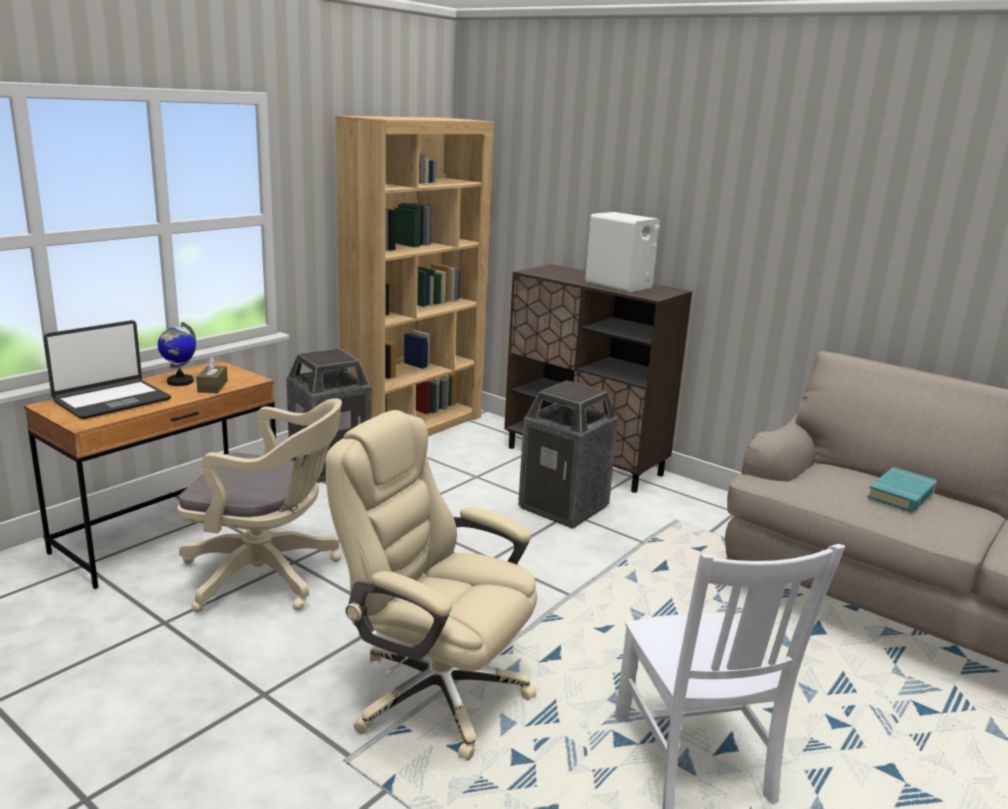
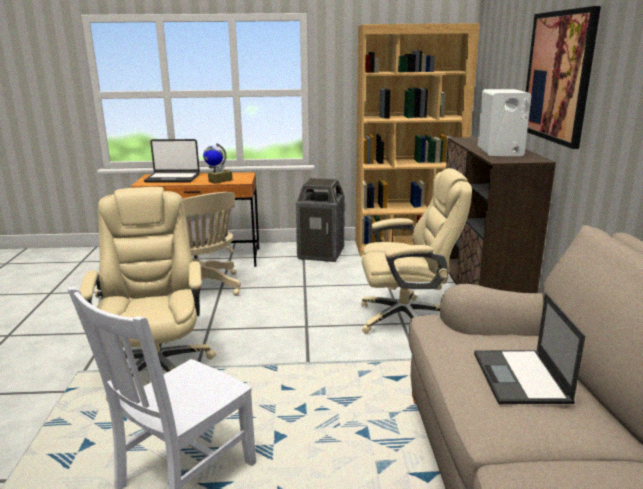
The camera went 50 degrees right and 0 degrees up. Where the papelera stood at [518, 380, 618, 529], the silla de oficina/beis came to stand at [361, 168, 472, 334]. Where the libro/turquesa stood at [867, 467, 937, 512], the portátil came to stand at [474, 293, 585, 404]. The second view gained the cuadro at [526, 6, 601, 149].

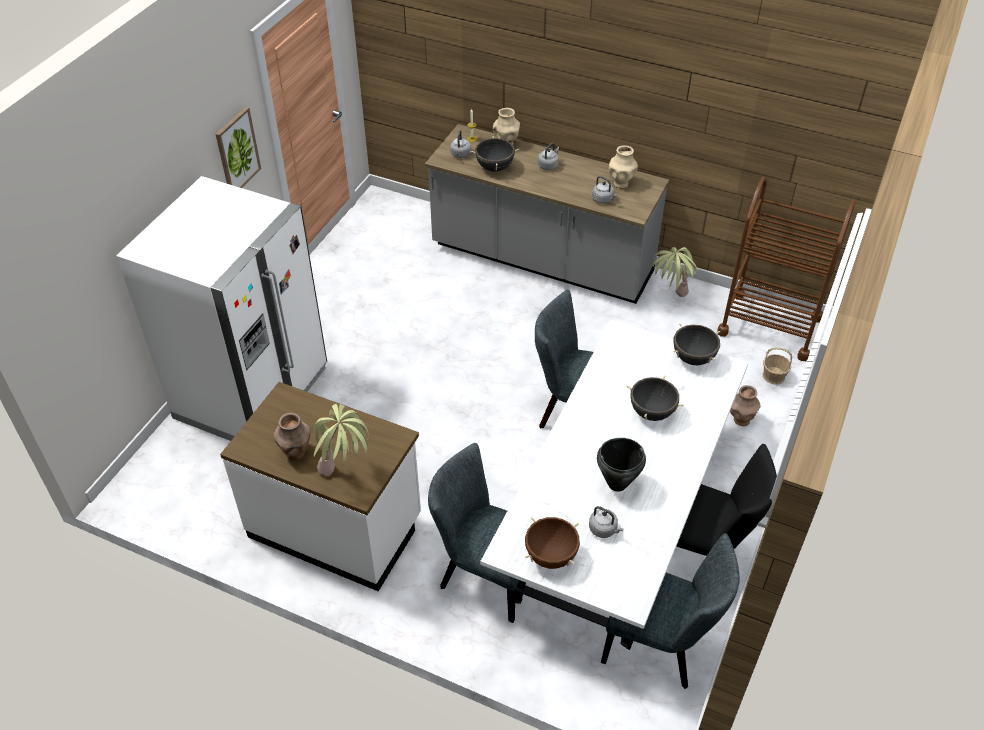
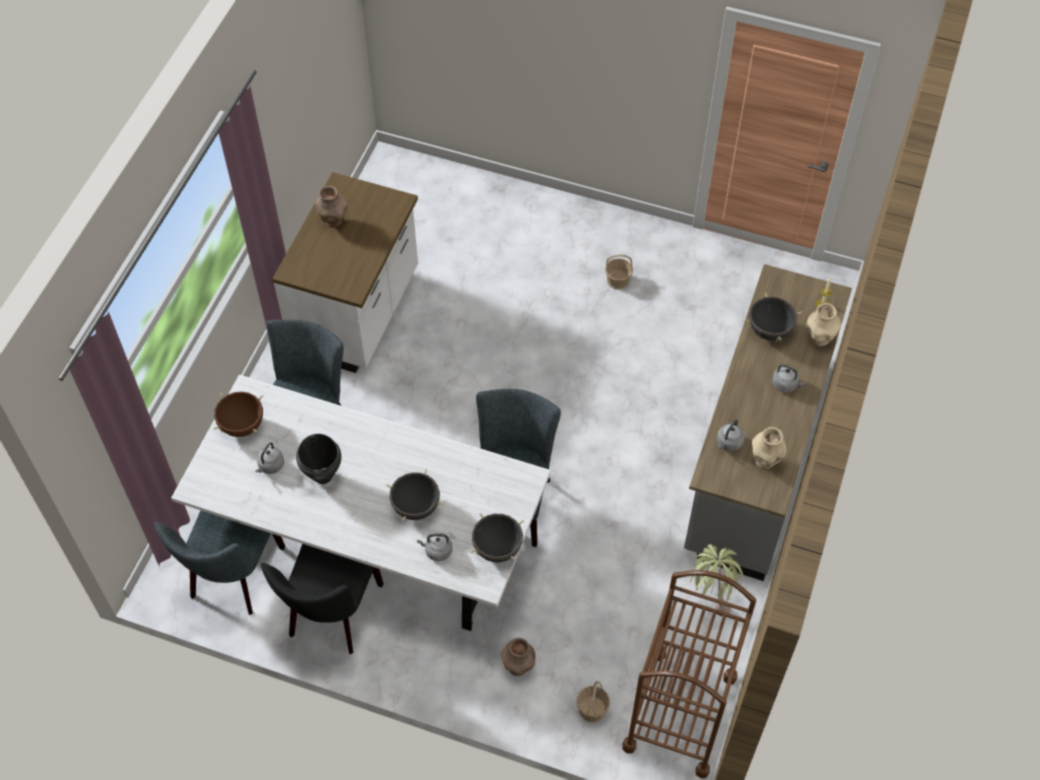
The camera went 85 degrees right and 10 degrees up. The second view lost the cuadro at [216, 107, 261, 188]. The hervidor/gris ended up elsewhere, having gone from [450, 130, 471, 158] to [417, 533, 452, 561]. The second view lost the nevera/blanco at [116, 176, 327, 441]. The second view lost the planta en maceta at [314, 404, 368, 476]. The second view gained the cesta at [605, 254, 633, 289].

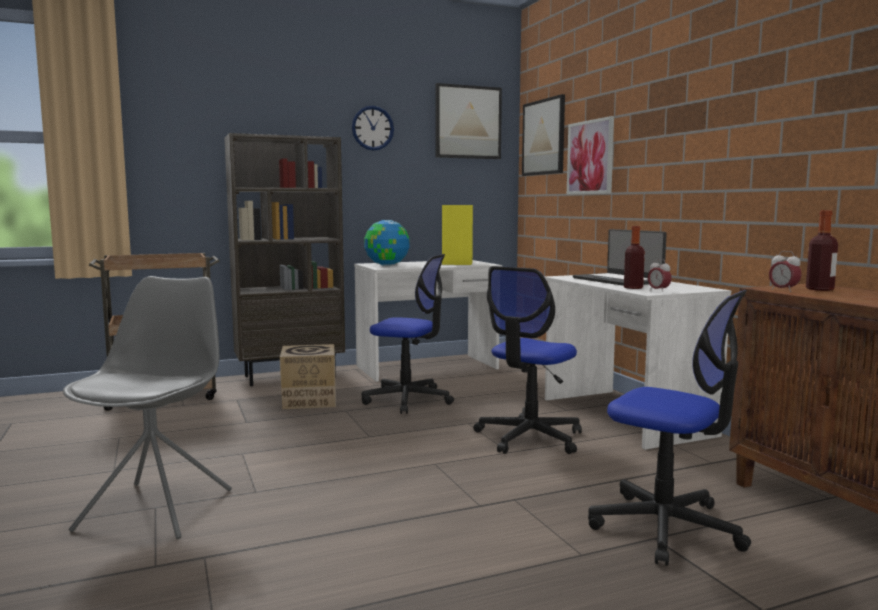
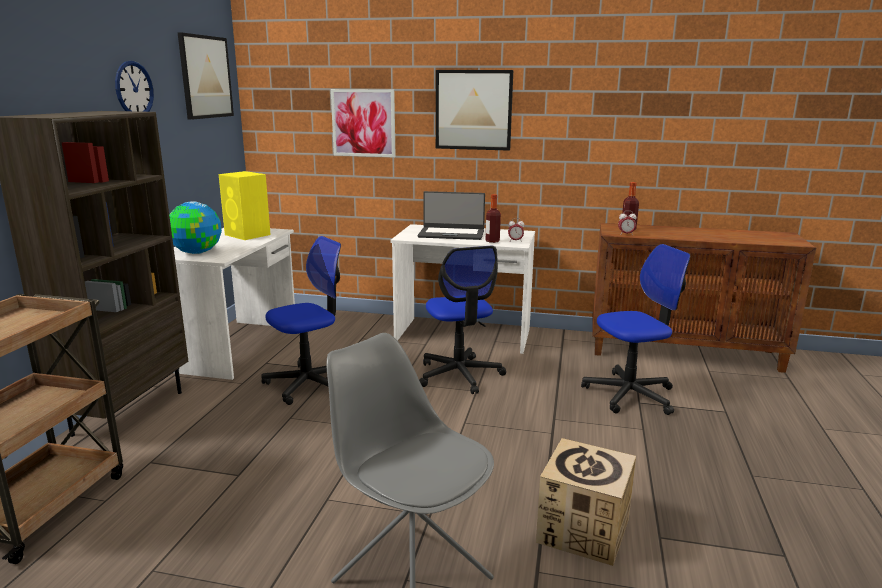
The camera went 55 degrees left and 10 degrees up. The cuadro ended up elsewhere, having gone from [522, 94, 565, 176] to [436, 70, 513, 151]. The caja de cartón ended up elsewhere, having gone from [280, 344, 336, 409] to [536, 438, 636, 566].

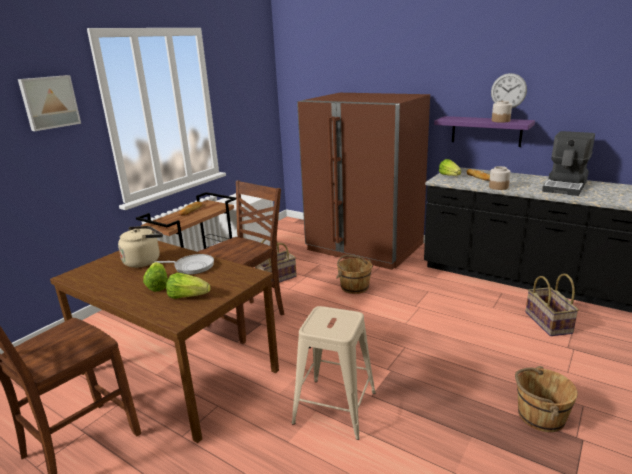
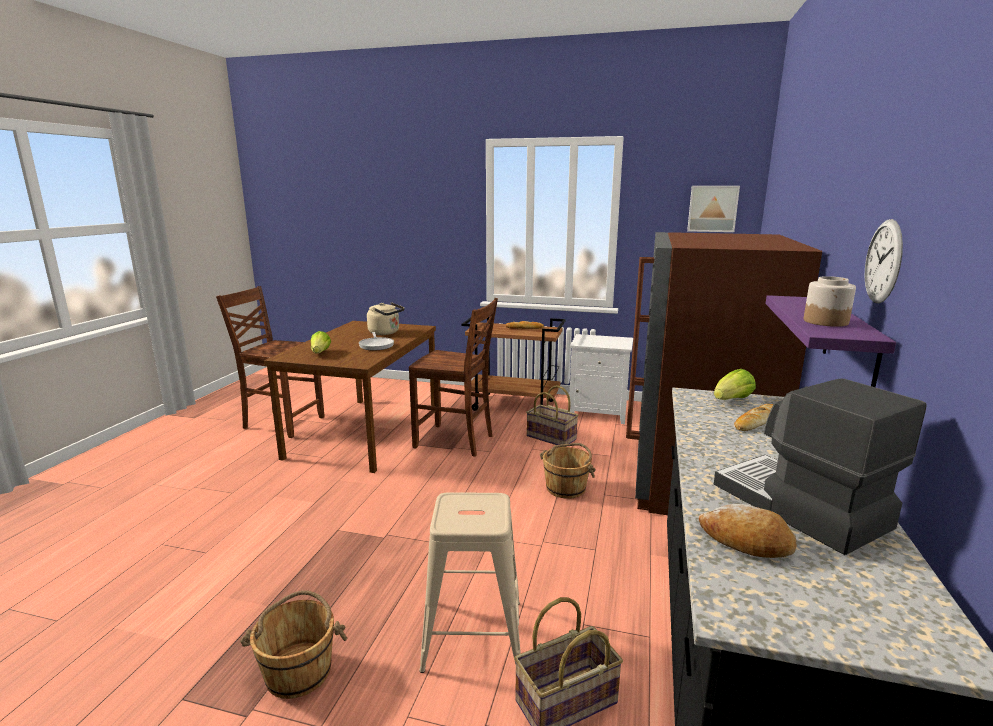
The camera went 70 degrees right and 5 degrees down. The cuadro ended up elsewhere, having gone from [18, 75, 81, 131] to [687, 186, 740, 232]. The cafetera at [542, 131, 595, 196] ended up facing another way, 45 degrees clockwise from before. The second view lost the tarro at [489, 166, 511, 190]. The second view lost the lechuga at [143, 262, 168, 292]. The taburete/beis ended up elsewhere, having gone from [292, 306, 376, 440] to [419, 492, 521, 673]. The second view gained the pan at [699, 504, 797, 558].

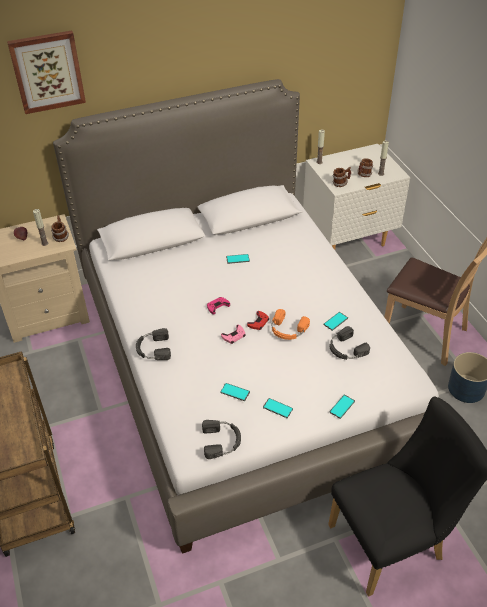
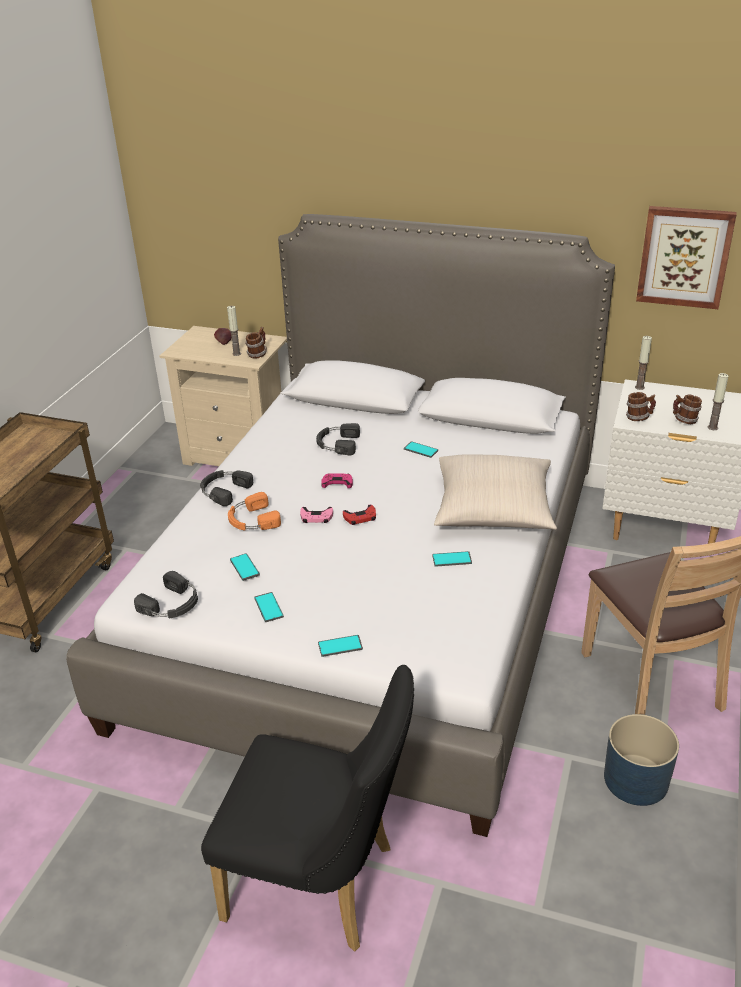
The camera went 40 degrees right and 10 degrees down. The cuadro ended up elsewhere, having gone from [7, 31, 86, 114] to [636, 206, 737, 309]. The auriculares/naranja ended up elsewhere, having gone from [272, 309, 310, 340] to [228, 492, 281, 531]. The auriculares/negro ended up elsewhere, having gone from [329, 326, 370, 360] to [316, 423, 360, 455]. The second view gained the cojín/beis at [434, 454, 557, 530].

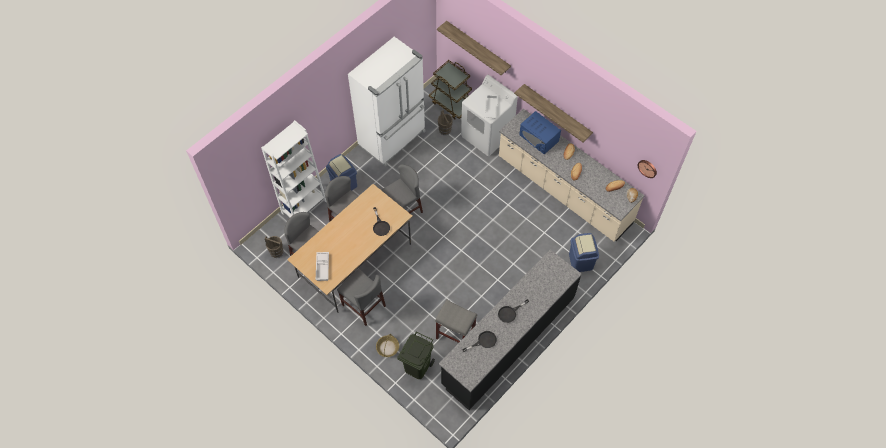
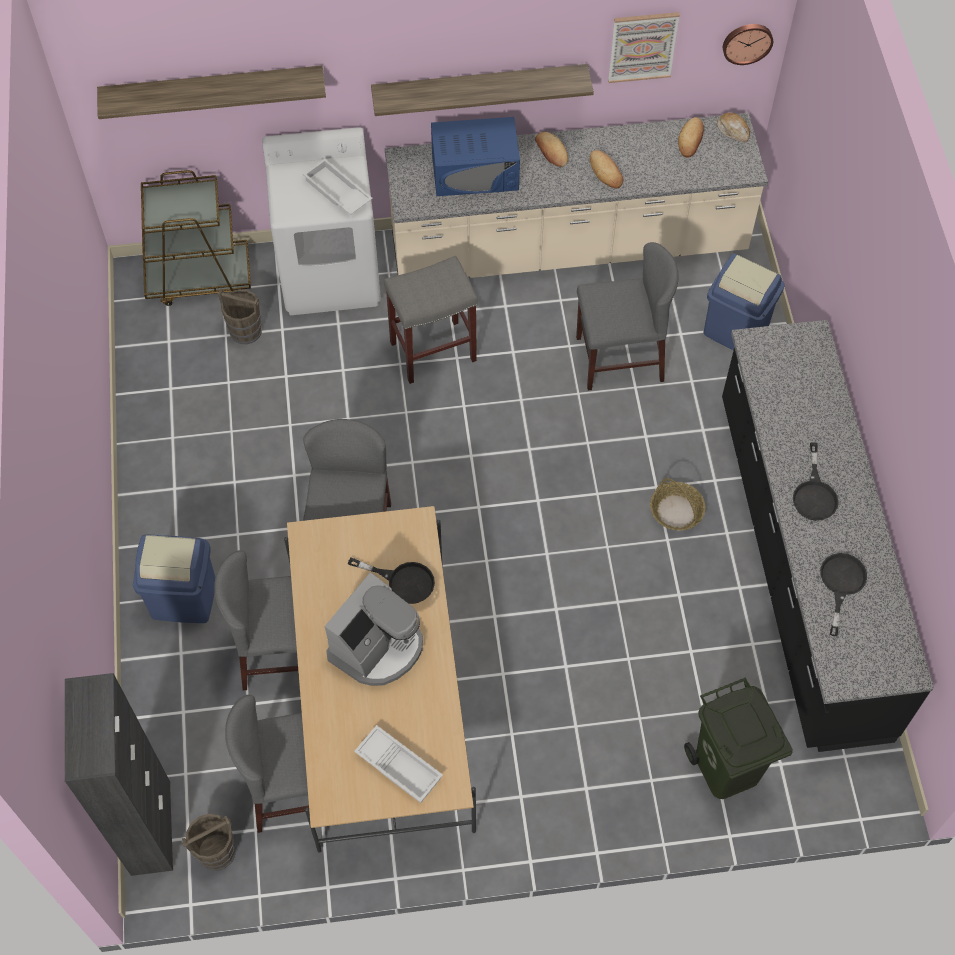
The camera went 50 degrees left and 0 degrees up. The second view lost the nevera/blanco at [348, 37, 426, 167]. The second view lost the estantería/blanco at [261, 120, 327, 217]. The silla/gris ended up elsewhere, having gone from [337, 269, 386, 326] to [576, 242, 678, 391]. The taburete/gris ended up elsewhere, having gone from [435, 300, 477, 343] to [384, 256, 478, 384]. The cesta ended up elsewhere, having gone from [376, 334, 399, 357] to [650, 478, 706, 531]. The second view gained the cuadro at [608, 12, 680, 83]. The second view gained the cafetera at [324, 572, 423, 686]. The second view gained the armario/negro at [65, 673, 173, 876].

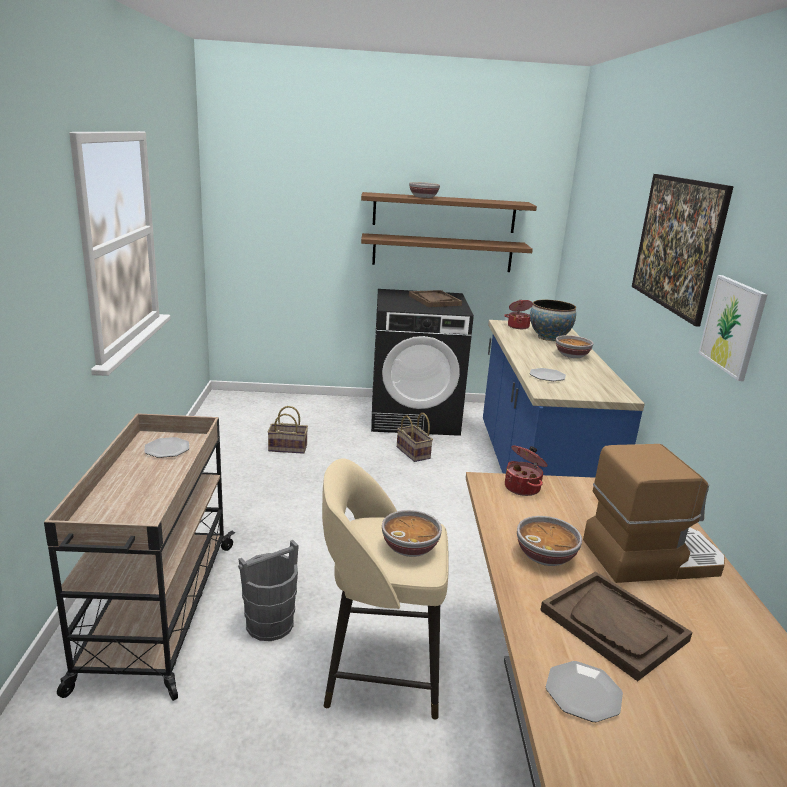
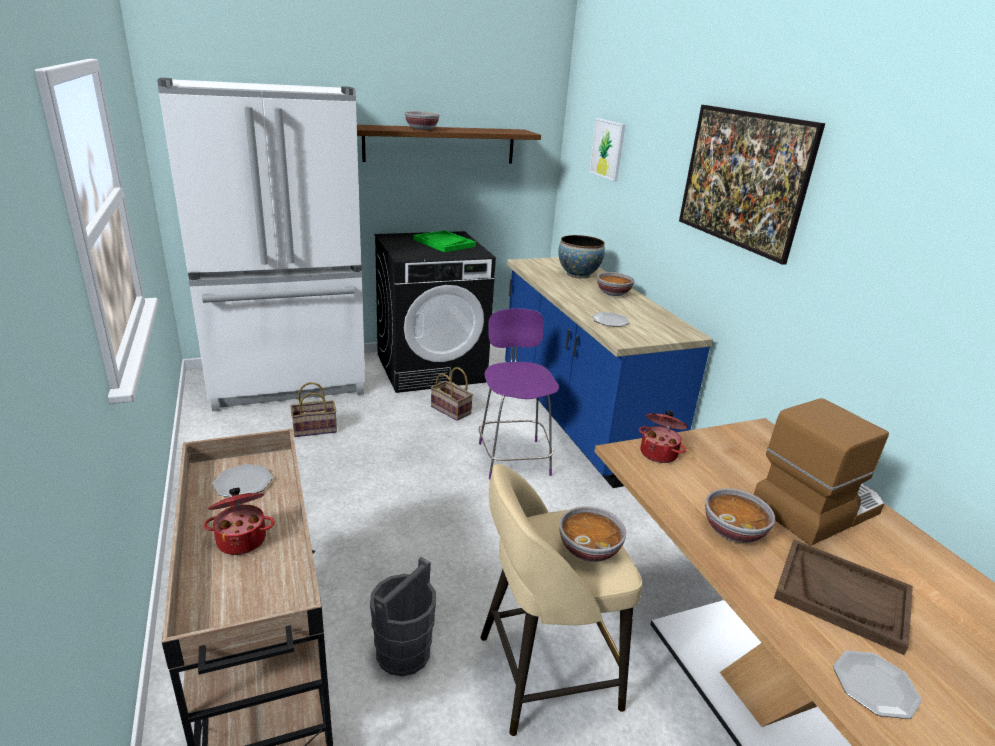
The camera went 20 degrees left and 5 degrees up. The second view lost the estante/marrón at [361, 233, 533, 272]. The cuadro ended up elsewhere, having gone from [699, 275, 768, 381] to [589, 118, 626, 181]. What was the bandeja/marrón at [409, 290, 462, 307] turned into the bandeja/verde at [414, 230, 476, 252]. The olla ended up elsewhere, having gone from [504, 300, 533, 329] to [204, 488, 275, 555]. The second view gained the nevera/blanco at [157, 78, 365, 411]. The second view gained the silla/morado at [479, 308, 559, 479].

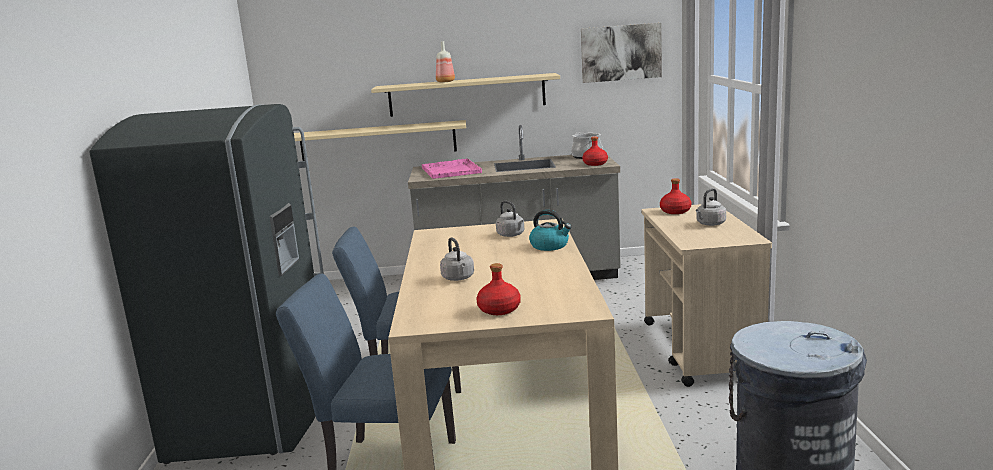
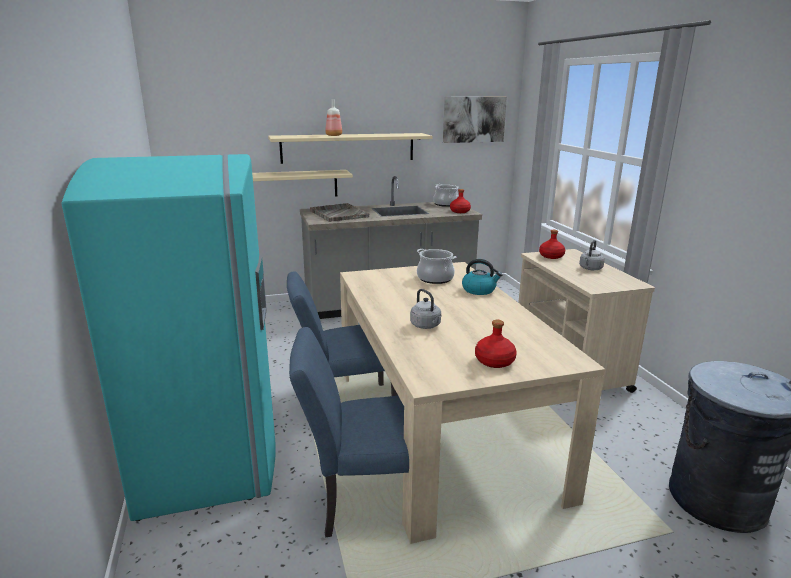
The camera went 15 degrees left and 5 degrees up. What was the nevera/gris at [89, 104, 324, 464] turned into the nevera/turquesa at [61, 154, 276, 521]. What was the bandeja/rosa at [422, 158, 482, 179] turned into the bandeja/gris at [310, 203, 369, 222]. Where the hervidor/gris stood at [496, 201, 524, 237], the olla came to stand at [417, 249, 456, 284].

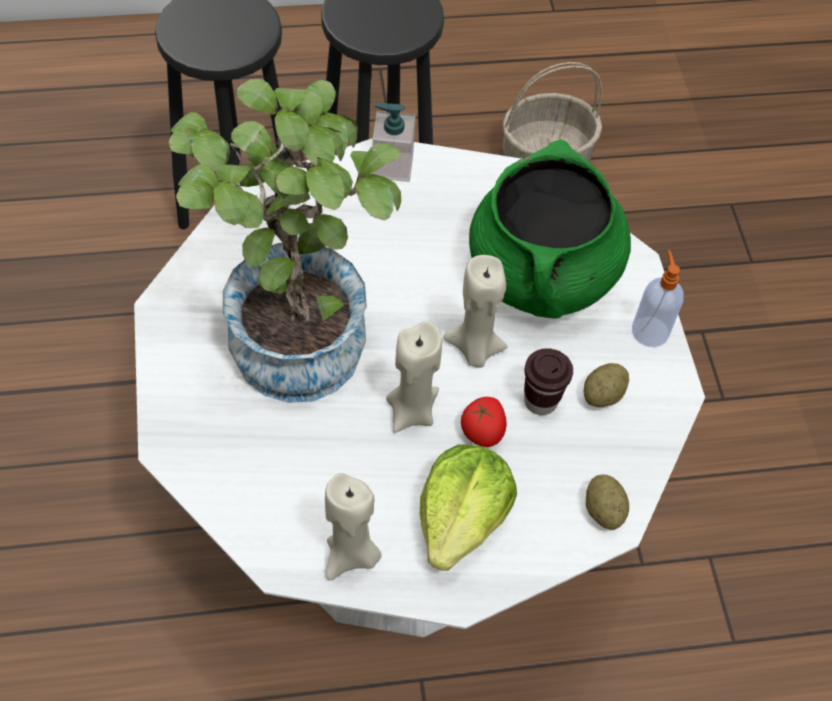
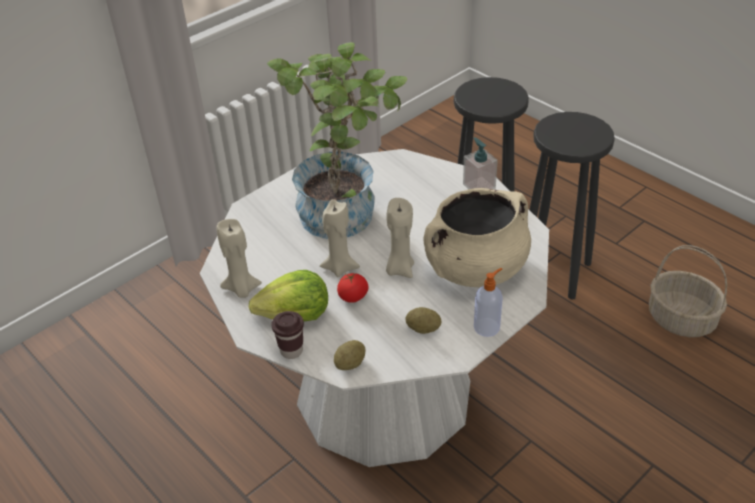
The camera went 60 degrees right and 15 degrees down. What was the olla/verde at [469, 139, 631, 319] turned into the olla/beis at [423, 188, 531, 287]. The taza/marrón ended up elsewhere, having gone from [524, 348, 573, 415] to [271, 311, 304, 359].

